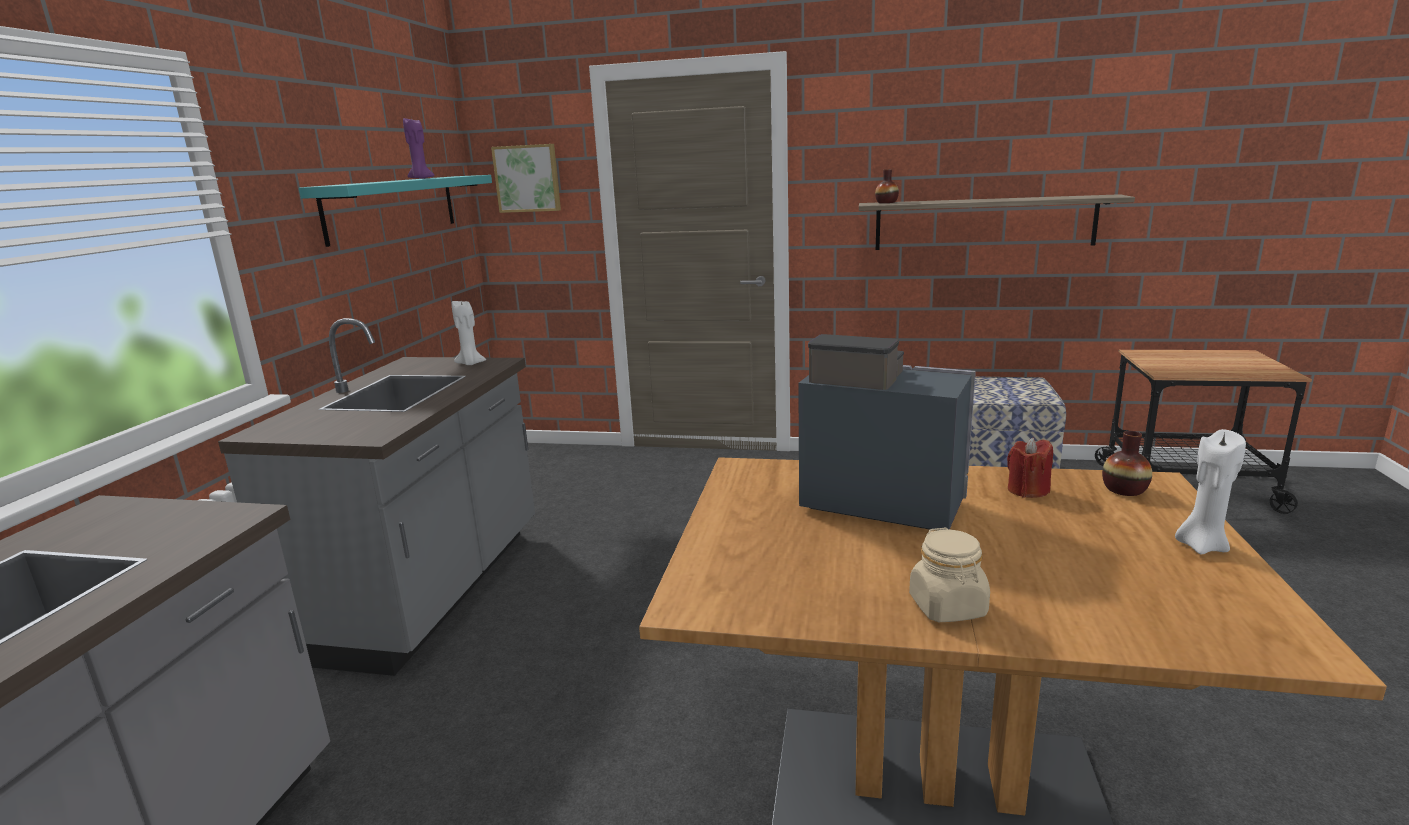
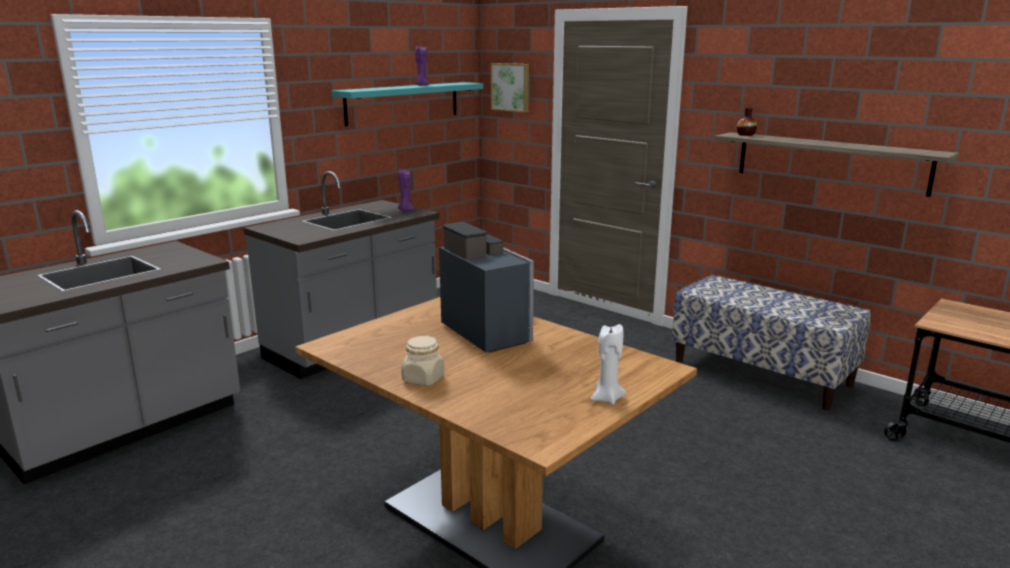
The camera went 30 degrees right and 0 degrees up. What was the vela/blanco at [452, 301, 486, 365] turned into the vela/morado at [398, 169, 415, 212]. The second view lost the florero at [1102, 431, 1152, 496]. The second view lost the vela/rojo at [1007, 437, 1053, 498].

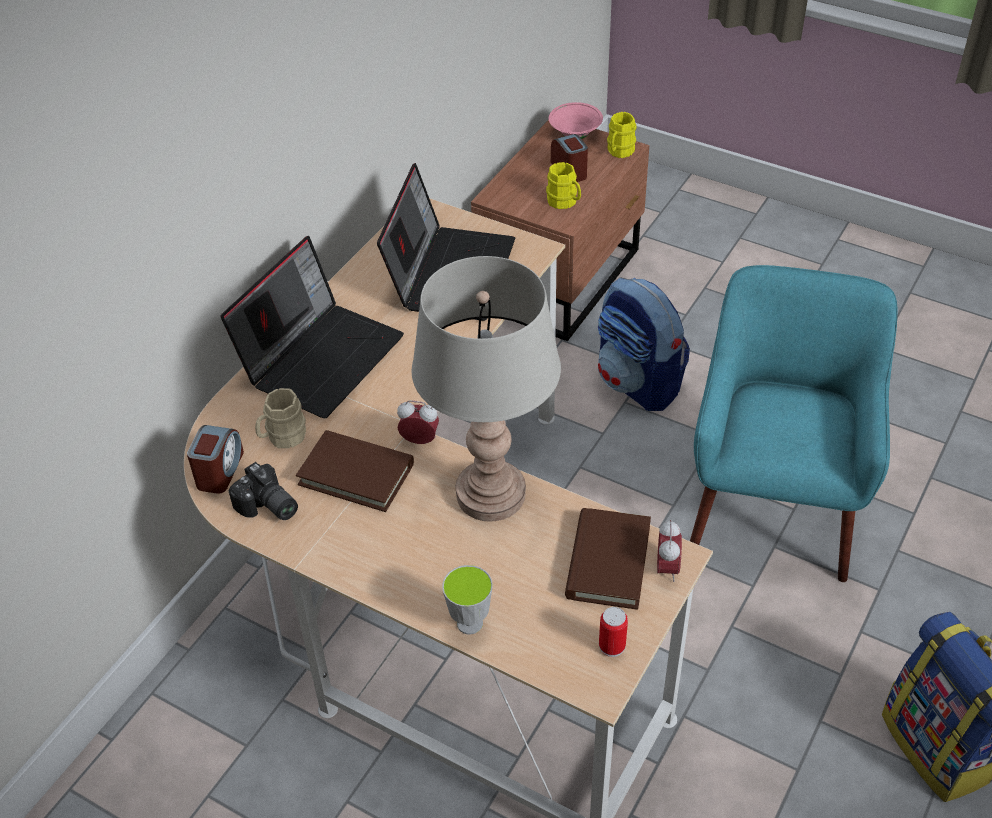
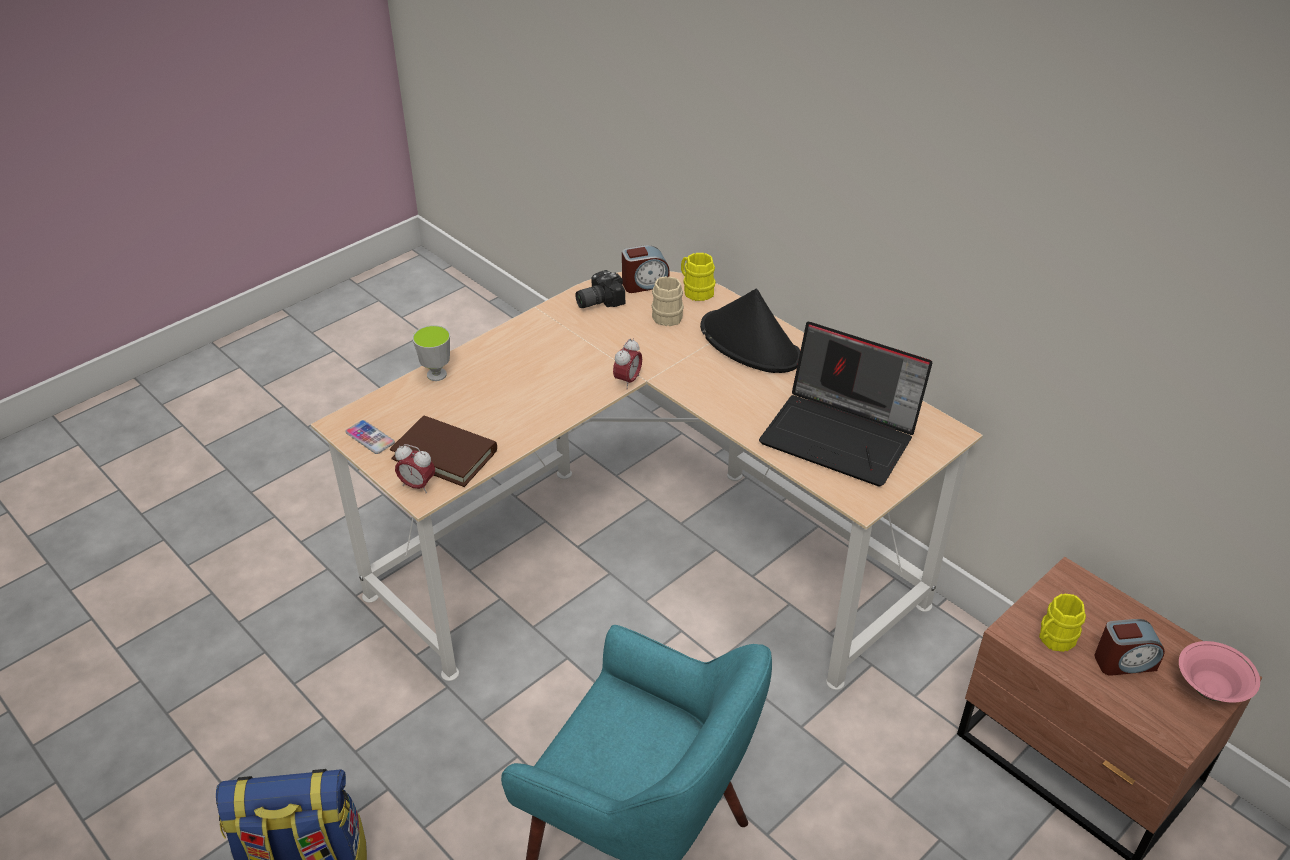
The camera went 105 degrees right and 5 degrees down. The taza grande/amarillo ended up elsewhere, having gone from [607, 112, 637, 158] to [681, 253, 716, 301]. Where the portátil stood at [221, 236, 404, 418], the sombrero/negro came to stand at [700, 289, 800, 373]. The second view lost the lámpara de mesa/gris at [412, 256, 561, 522]. The second view lost the mochila at [598, 277, 690, 411]. The despertador at [187, 425, 244, 494] ended up facing another way, 45 degrees counterclockwise from before. The second view lost the libro/marrón at [296, 430, 414, 512]. Where the lata stood at [599, 607, 628, 657], the móvil came to stand at [345, 420, 395, 454].

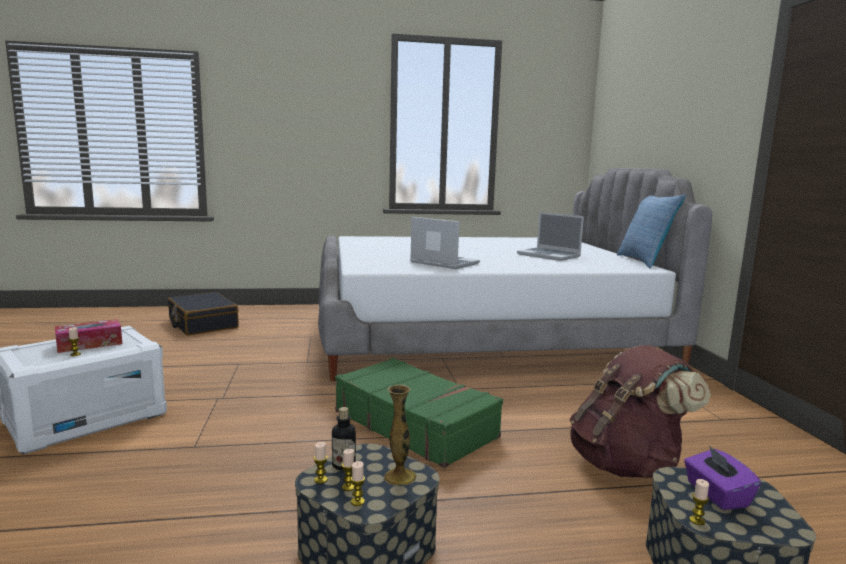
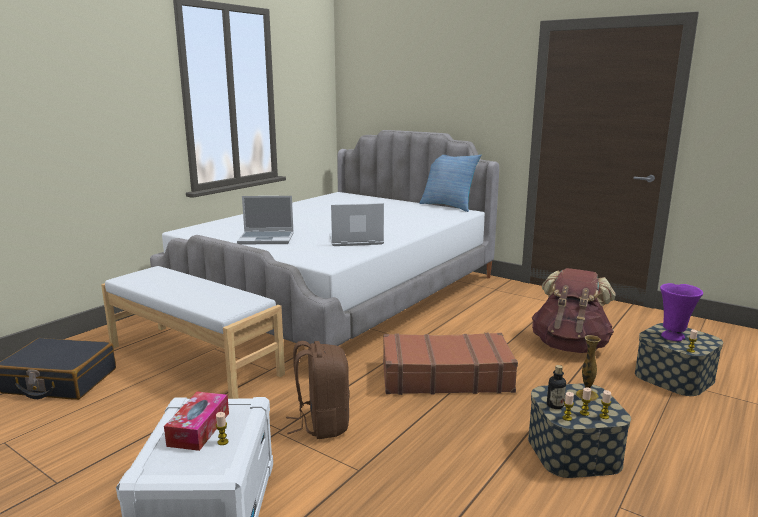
The camera went 45 degrees left and 5 degrees up. The portátil ended up elsewhere, having gone from [517, 212, 584, 261] to [237, 196, 294, 244]. What was the maleta/verde at [335, 358, 503, 468] turned into the maleta/marrón at [383, 333, 518, 395]. Where the caja de pañuelos/morado stood at [684, 445, 761, 510], the florero/morado came to stand at [660, 283, 703, 341]. The second view gained the banco/blanco at [101, 266, 285, 399]. The second view gained the mochila/marrón at [286, 341, 350, 439].

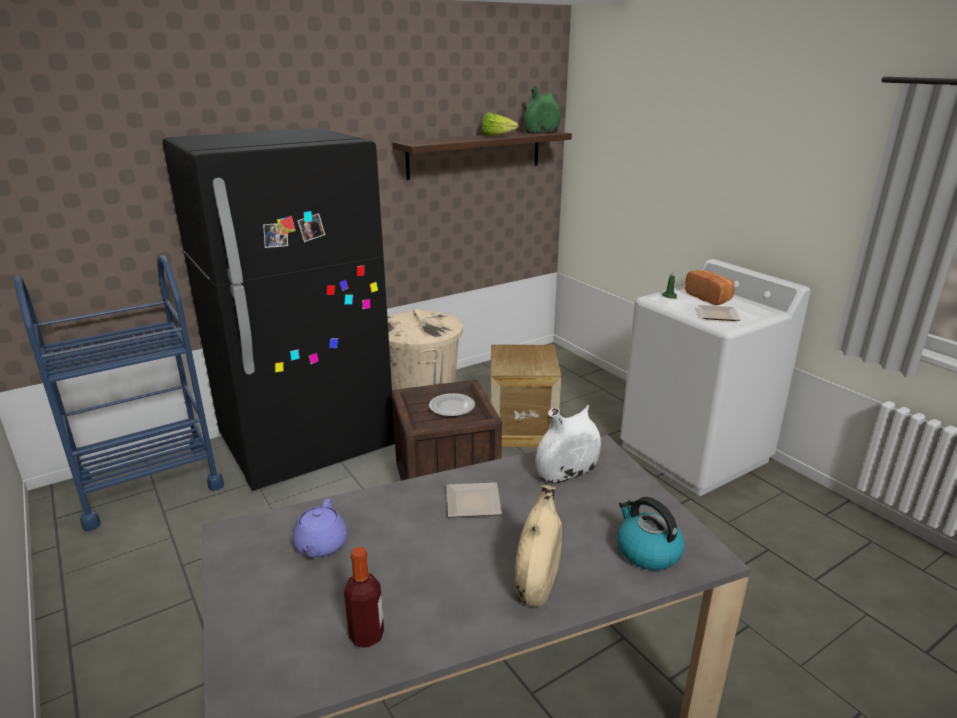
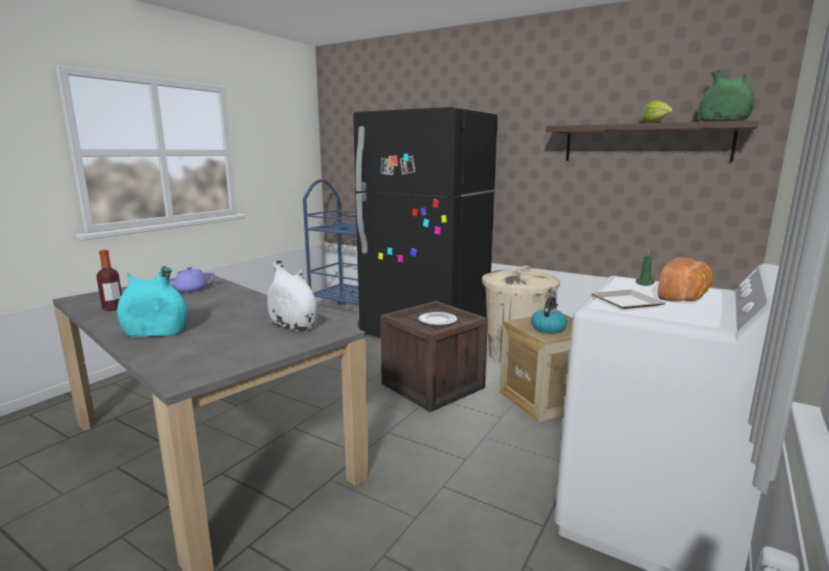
The camera went 65 degrees right and 10 degrees down. The second view lost the plato at [447, 482, 502, 517]. What was the florero/beis at [514, 485, 562, 607] turned into the florero/turquesa at [117, 266, 188, 337]. The hervidor ended up elsewhere, having gone from [617, 497, 685, 570] to [531, 296, 567, 334].

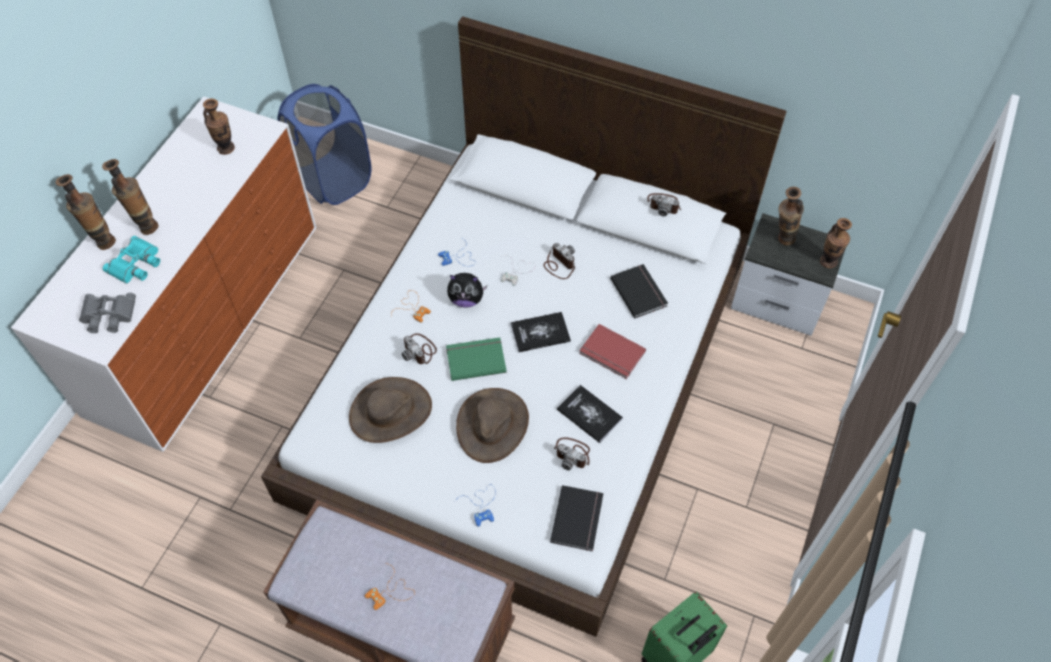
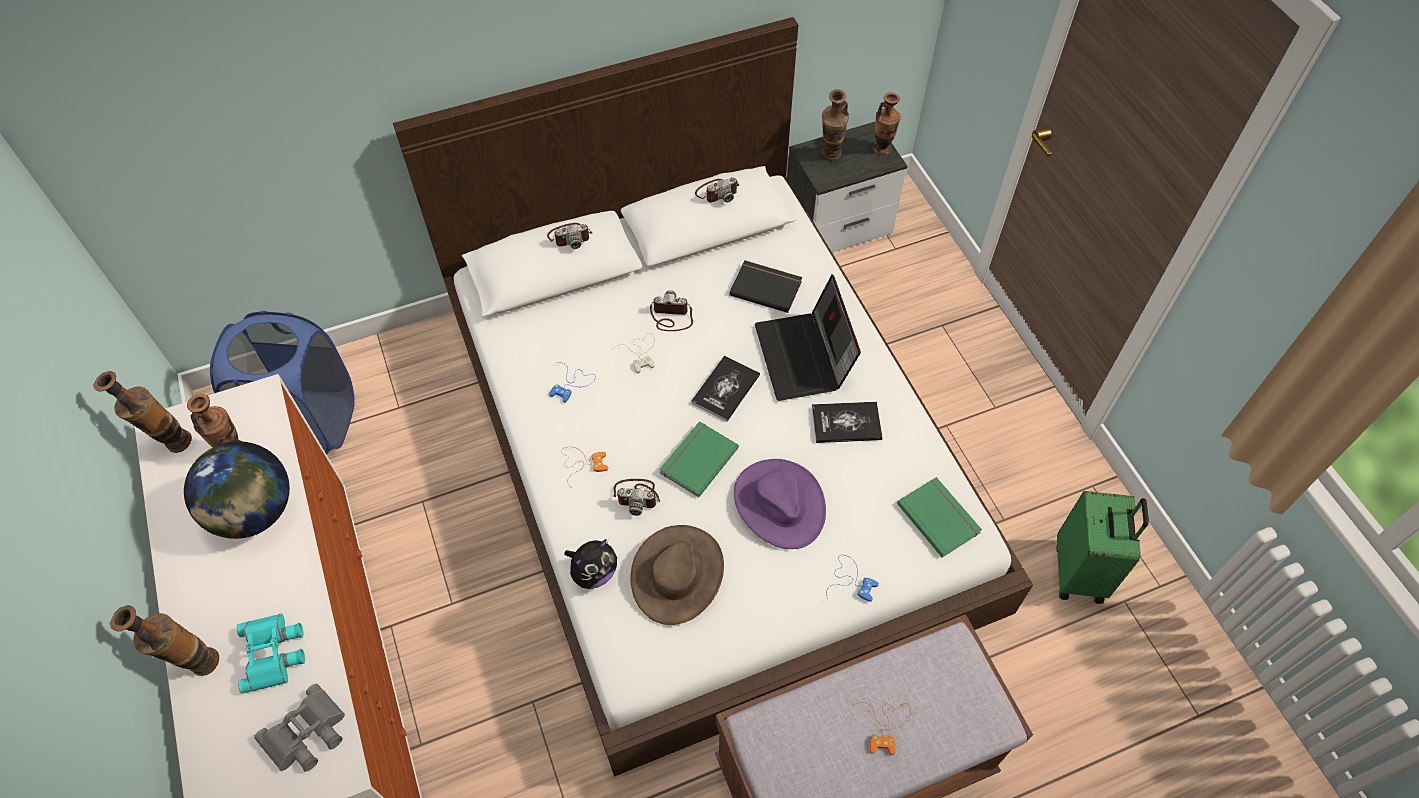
The camera went 45 degrees left and 0 degrees up. The florero ended up elsewhere, having gone from [102, 159, 158, 235] to [93, 371, 192, 453]. The peluche ended up elsewhere, having gone from [447, 273, 487, 308] to [564, 539, 617, 589]. Where the libro/rojo stood at [579, 324, 646, 379], the portátil came to stand at [755, 275, 861, 401]. What was the sombrero/marrón at [456, 388, 529, 463] turned into the sombrero/morado at [734, 459, 826, 549]. The cámara ended up elsewhere, having gone from [554, 437, 590, 470] to [547, 223, 592, 249]. What was the libro/negro at [550, 485, 604, 551] turned into the libro/verde at [897, 477, 982, 558]. The second view gained the globo terráqueo at [184, 441, 290, 539].

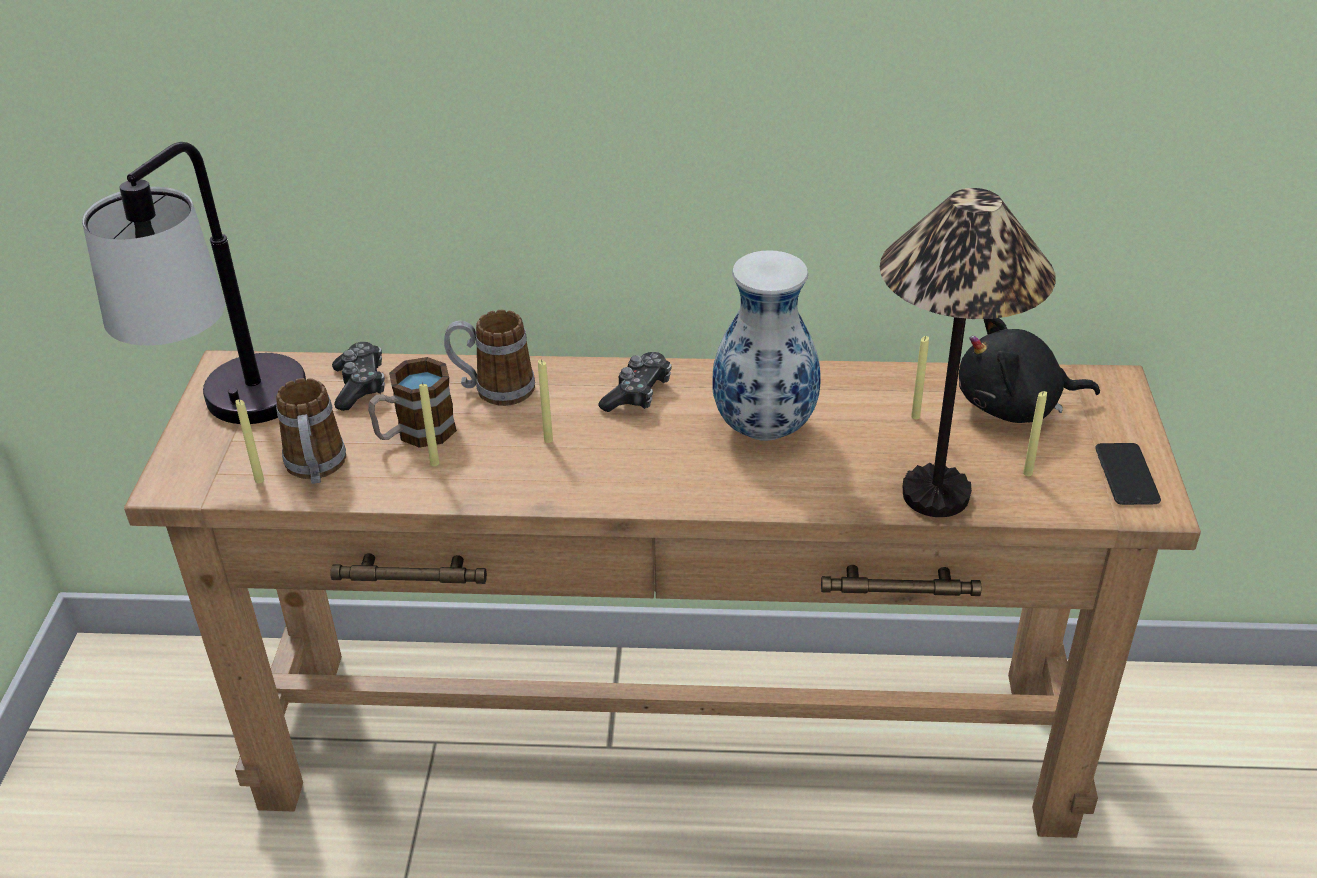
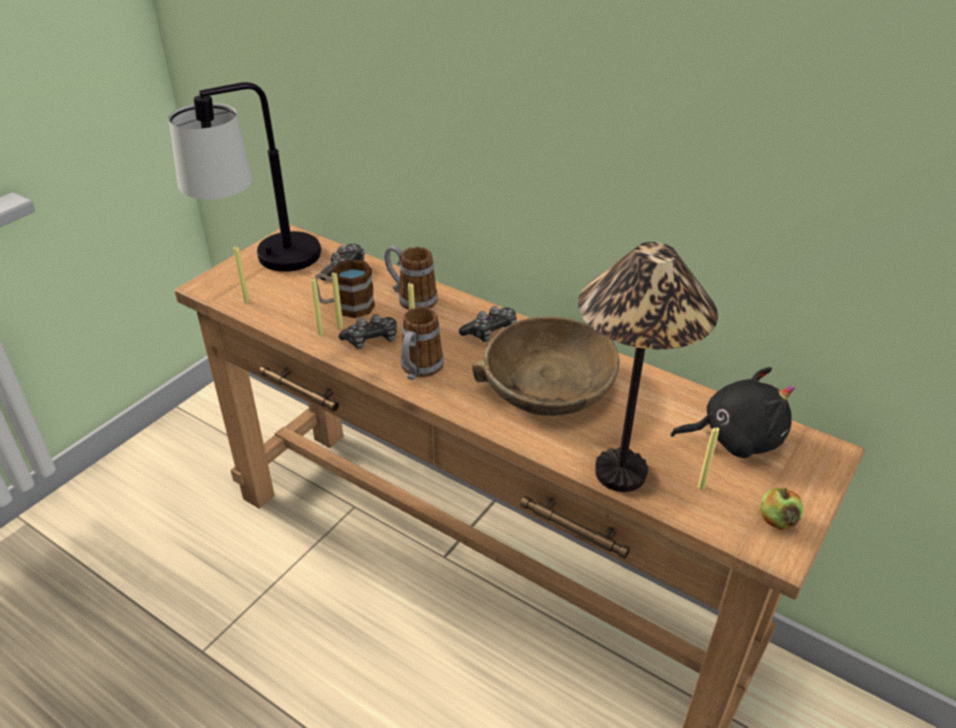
The camera went 30 degrees right and 0 degrees up. Where the florero stood at [713, 250, 821, 441], the cuenco/marrón came to stand at [472, 317, 620, 416]. The peluche/negro at [959, 318, 1100, 423] ended up facing another way, 150 degrees clockwise from before. The vela/amarillo ended up elsewhere, having gone from [911, 336, 929, 419] to [311, 278, 324, 336]. The taza grande ended up elsewhere, having gone from [276, 378, 346, 484] to [401, 307, 444, 380]. Where the móvil stood at [1095, 443, 1161, 505], the manzana came to stand at [760, 488, 803, 530]. The second view gained the mando de consola at [339, 314, 397, 349].

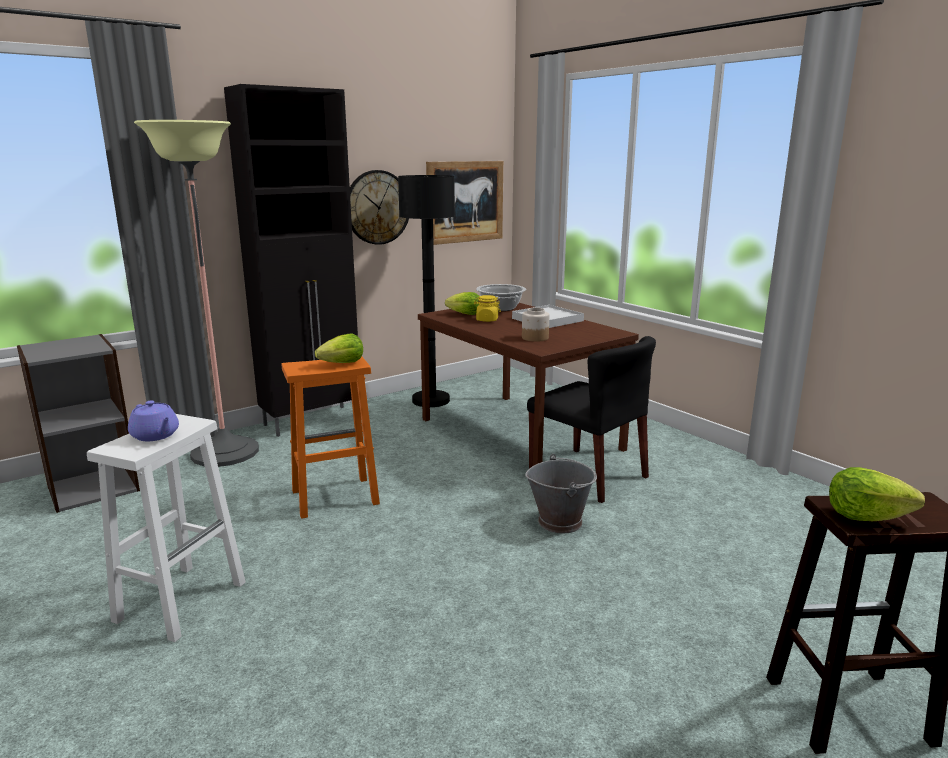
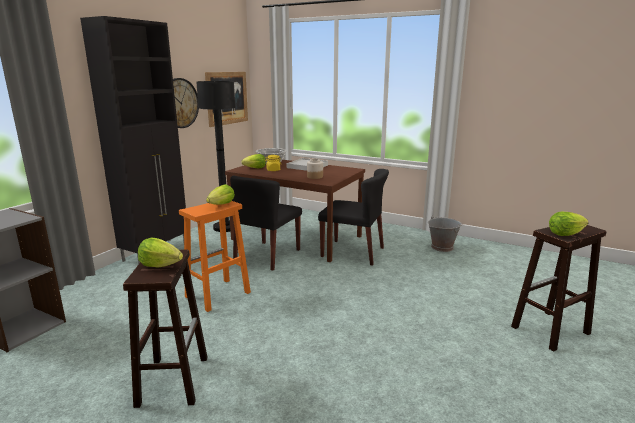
The camera went 25 degrees left and 0 degrees up. The second view lost the lámpara de pie at [134, 120, 259, 467]. Where the tetera/morado stood at [128, 400, 179, 441], the lechuga came to stand at [138, 238, 183, 267]. What was the taburete/blanco at [87, 414, 246, 642] turned into the taburete/marrón at [123, 250, 208, 408]. The cubo/gris ended up elsewhere, having gone from [525, 454, 597, 534] to [428, 215, 462, 252]. The second view gained the silla/negro at [230, 176, 302, 271].

